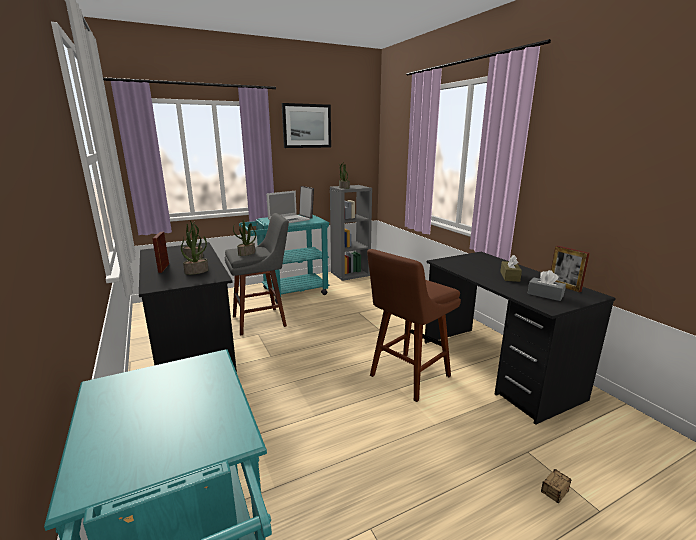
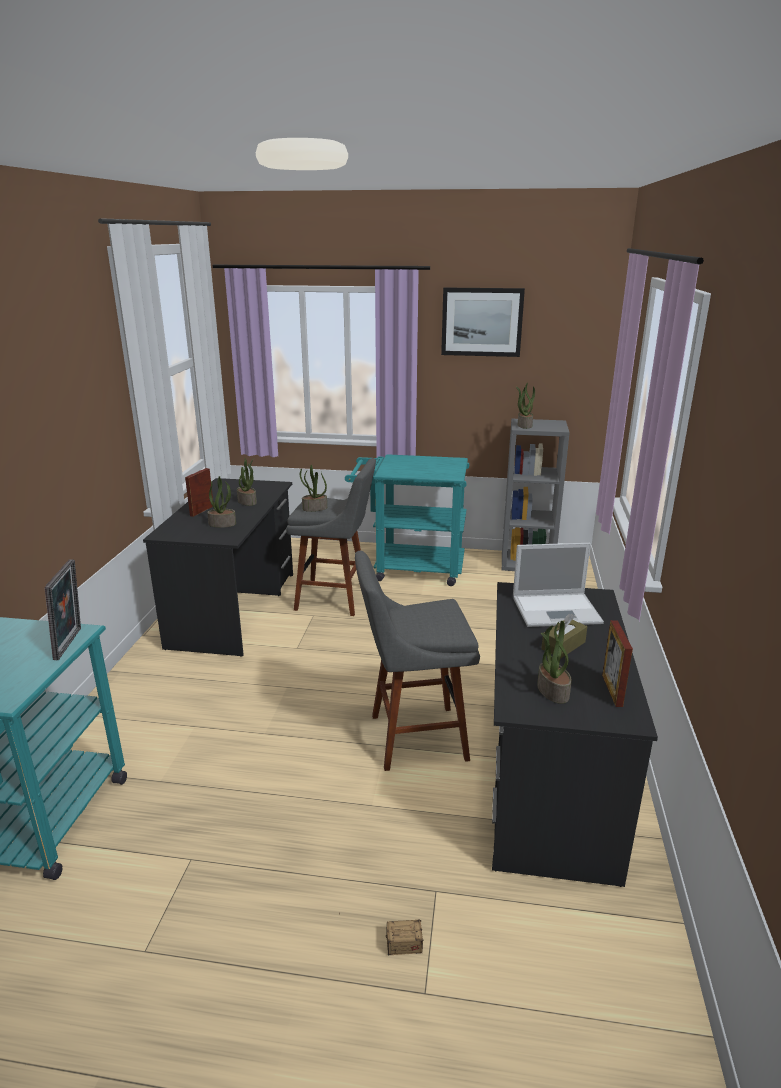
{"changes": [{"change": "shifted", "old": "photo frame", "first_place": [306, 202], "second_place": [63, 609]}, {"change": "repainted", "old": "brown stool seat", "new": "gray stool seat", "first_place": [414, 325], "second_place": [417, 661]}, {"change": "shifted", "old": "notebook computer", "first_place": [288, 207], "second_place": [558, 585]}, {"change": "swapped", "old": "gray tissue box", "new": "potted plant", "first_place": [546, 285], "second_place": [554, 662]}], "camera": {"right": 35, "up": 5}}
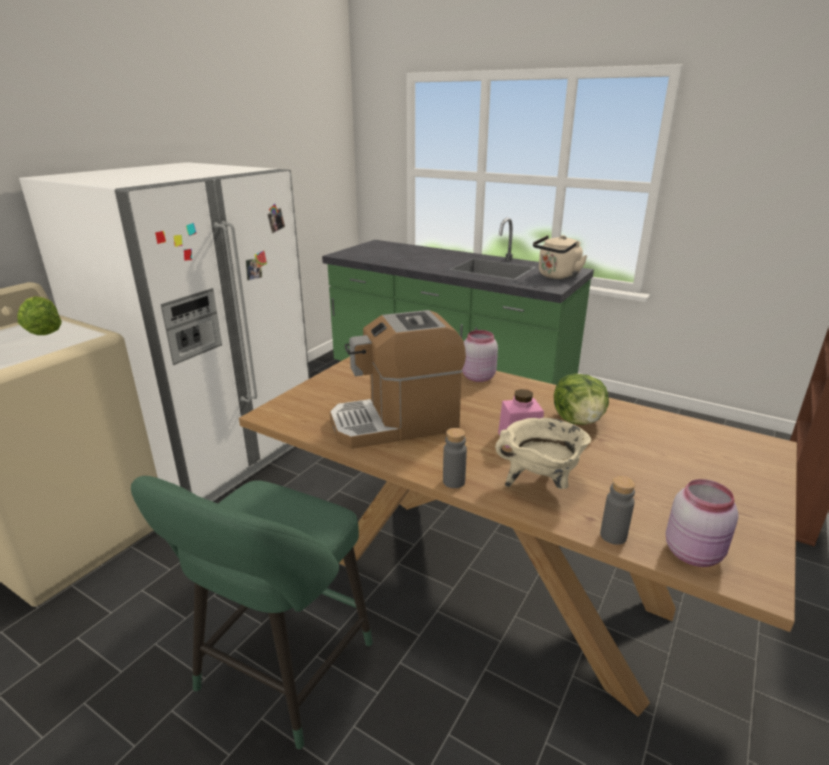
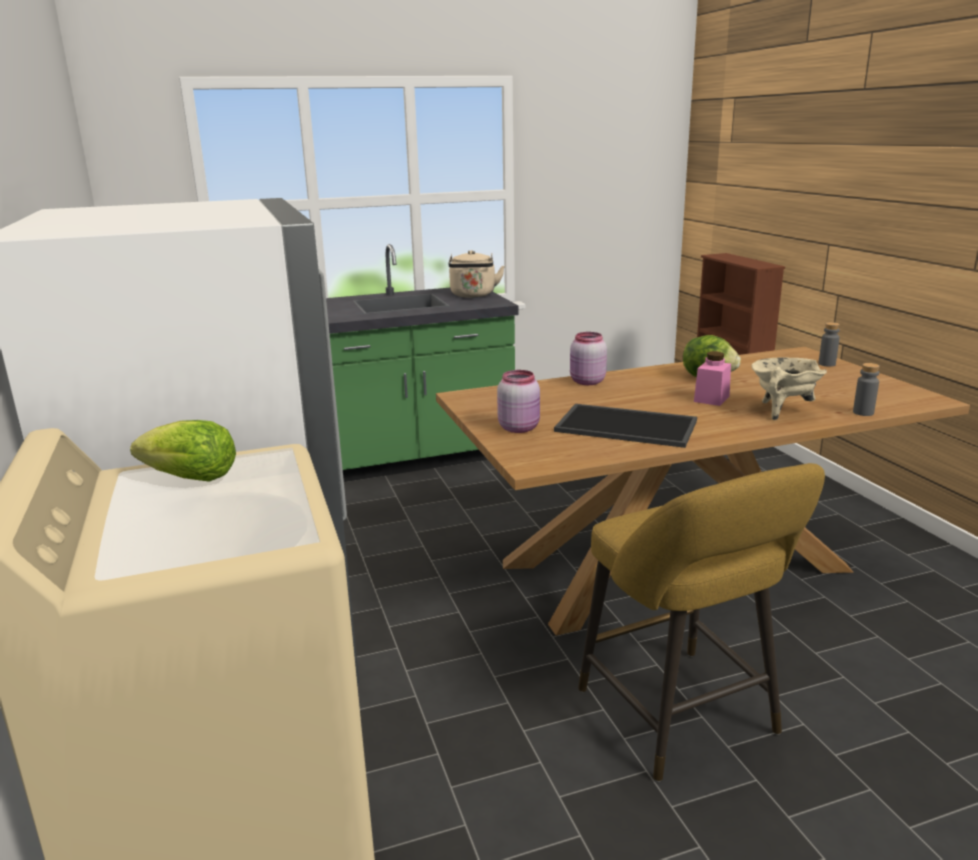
{"changes": [{"change": "shifted", "old": "pink storage jar", "first_place": [702, 523], "second_place": [518, 401]}, {"change": "swapped", "old": "coffee machine", "new": "carrying tray", "first_place": [398, 379], "second_place": [625, 426]}, {"change": "repainted", "old": "green stool seat", "new": "yellow stool seat", "first_place": [252, 612], "second_place": [701, 622]}, {"change": "shifted", "old": "gray beverage bottle", "first_place": [455, 458], "second_place": [829, 344]}], "camera": {"right": -50, "up": -5}}
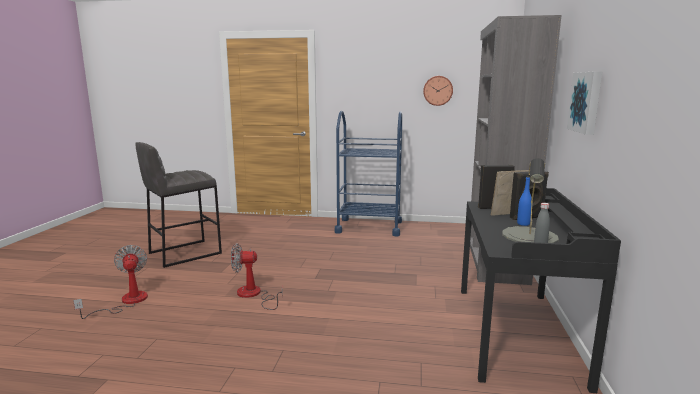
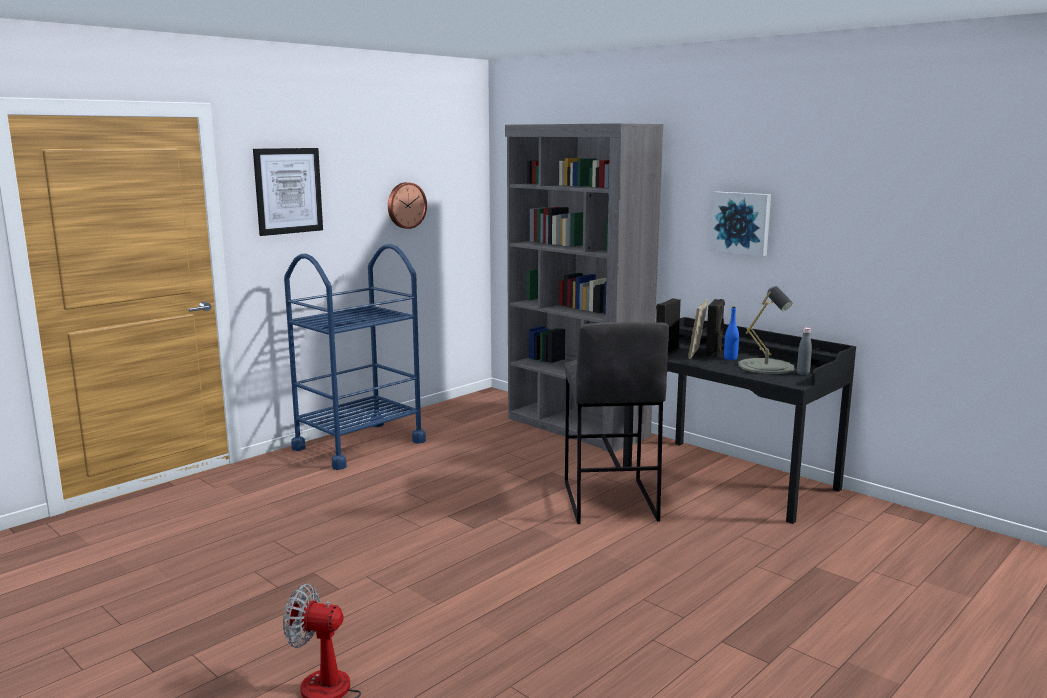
{"changes": [{"change": "new", "new": "picture", "second_place": [288, 192]}, {"change": "shifted", "old": "gray stool seat", "first_place": [178, 205], "second_place": [617, 423]}, {"change": "gone", "old": "cooling fan", "first_place": [257, 276]}], "camera": {"right": -55, "up": 0}}
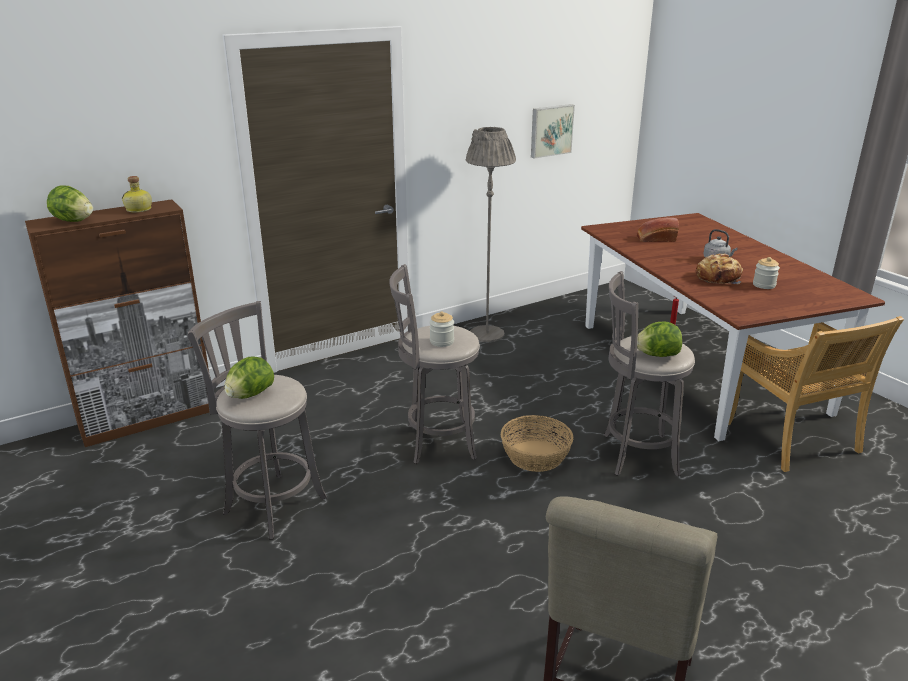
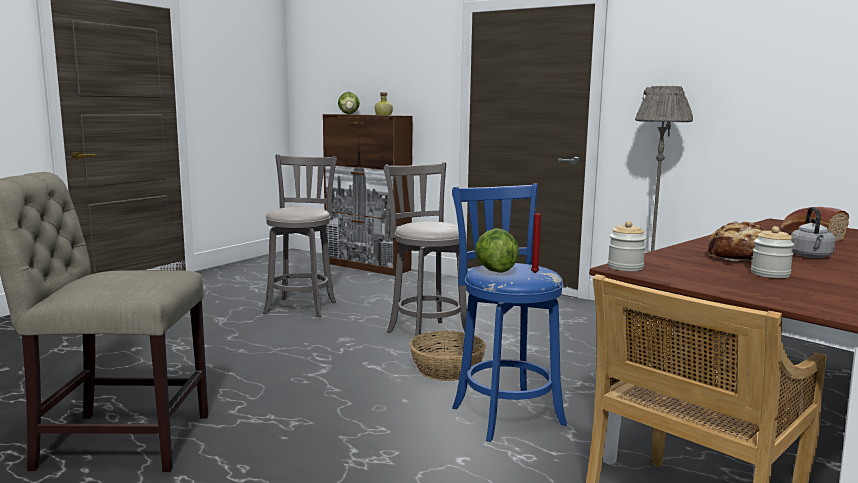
{"changes": [{"change": "repainted", "old": "gray stool seat", "new": "blue stool seat", "first_place": [649, 374], "second_place": [509, 312]}, {"change": "shifted", "old": "storage jar", "first_place": [442, 329], "second_place": [627, 246]}, {"change": "gone", "old": "lettuce", "first_place": [249, 378]}, {"change": "gone", "old": "picture", "first_place": [553, 131]}], "camera": {"right": 65, "up": -15}}
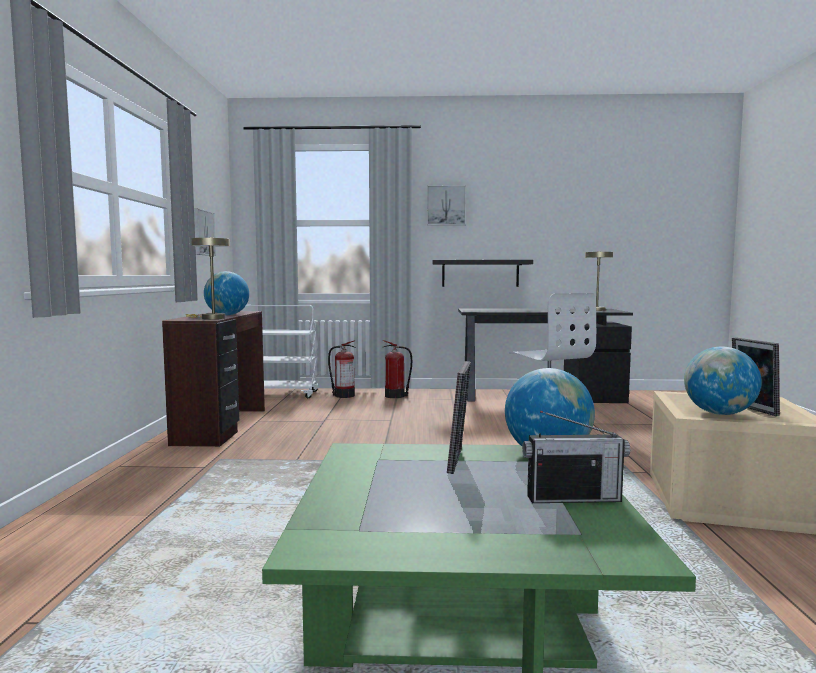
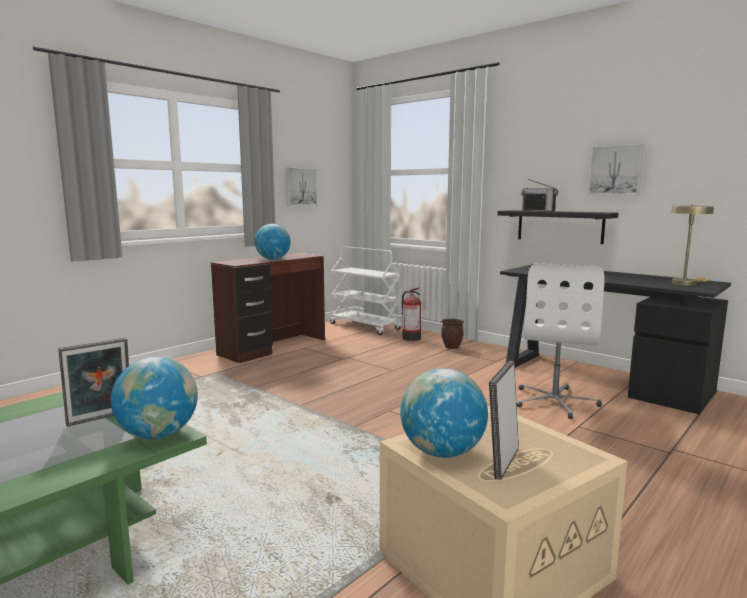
{"changes": [{"change": "swapped", "old": "extinguisher", "new": "brown plant pot", "first_place": [397, 369], "second_place": [452, 333]}, {"change": "shifted", "old": "radio receiver", "first_place": [576, 457], "second_place": [539, 195]}, {"change": "shifted", "old": "picture", "first_place": [446, 205], "second_place": [616, 169]}, {"change": "gone", "old": "beige-coloured tabletop lamp", "first_place": [207, 278]}], "camera": {"right": 40, "up": 5}}
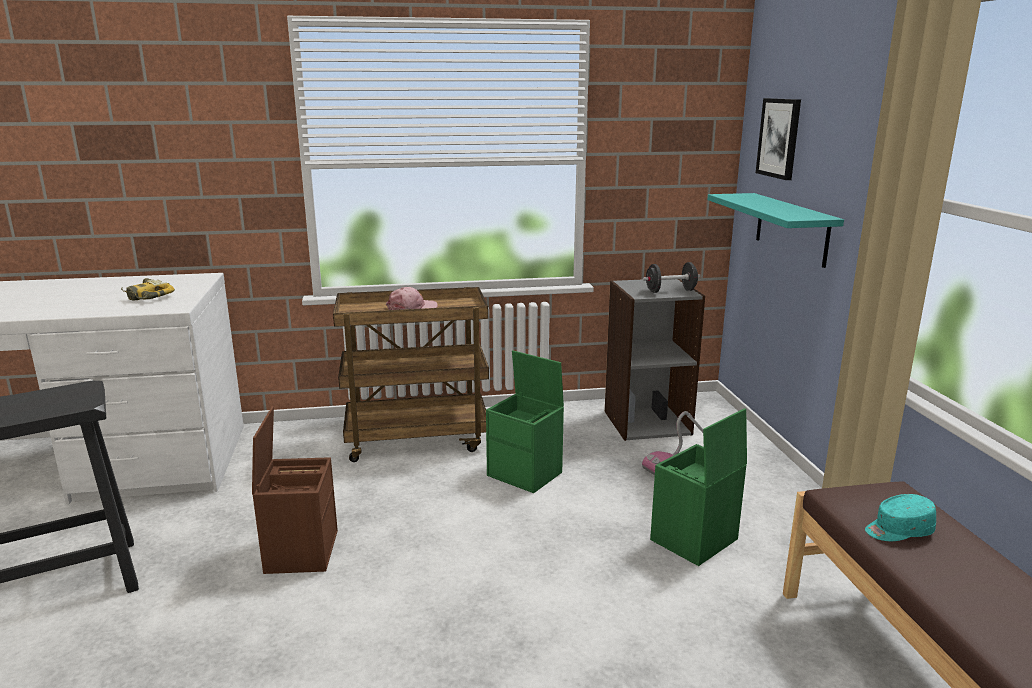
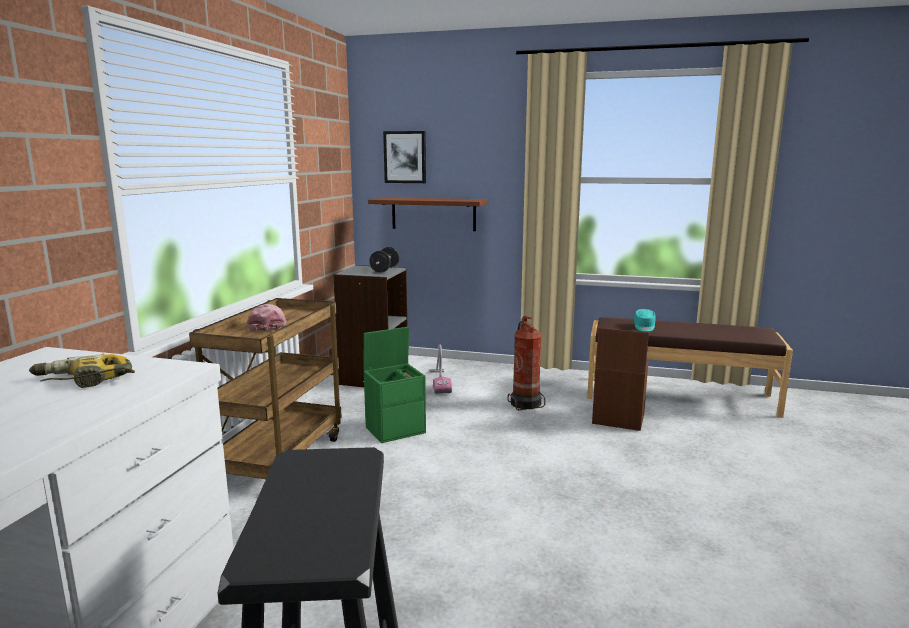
{"changes": [{"change": "repainted", "old": "turquoise-coloured bracket shelf", "new": "brown bracket shelf", "first_place": [775, 230], "second_place": [428, 214]}, {"change": "swapped", "old": "green storage container", "new": "extinguisher", "first_place": [698, 487], "second_place": [526, 363]}, {"change": "shifted", "old": "brown storage container", "first_place": [295, 490], "second_place": [620, 379]}], "camera": {"right": -65, "up": -5}}
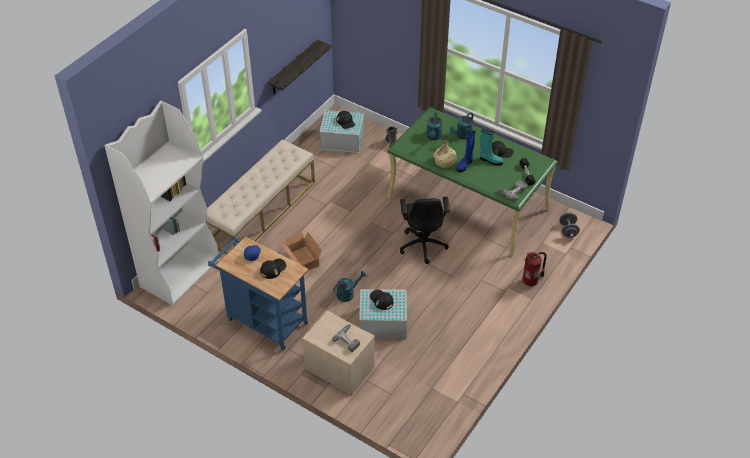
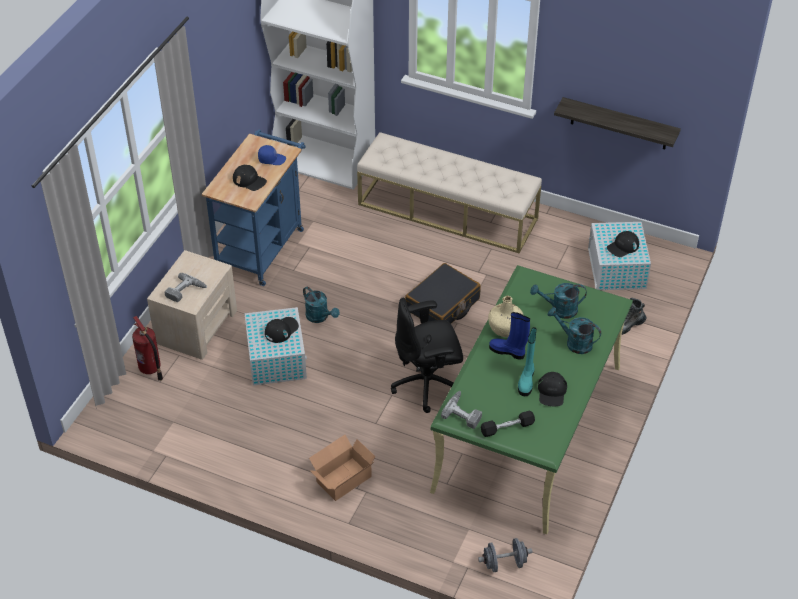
{"changes": [{"change": "shifted", "old": "extinguisher", "first_place": [535, 269], "second_place": [147, 348]}, {"change": "shifted", "old": "packing box", "first_place": [301, 251], "second_place": [342, 468]}, {"change": "new", "new": "black travel case", "second_place": [443, 293]}], "camera": {"right": 80, "up": 0}}
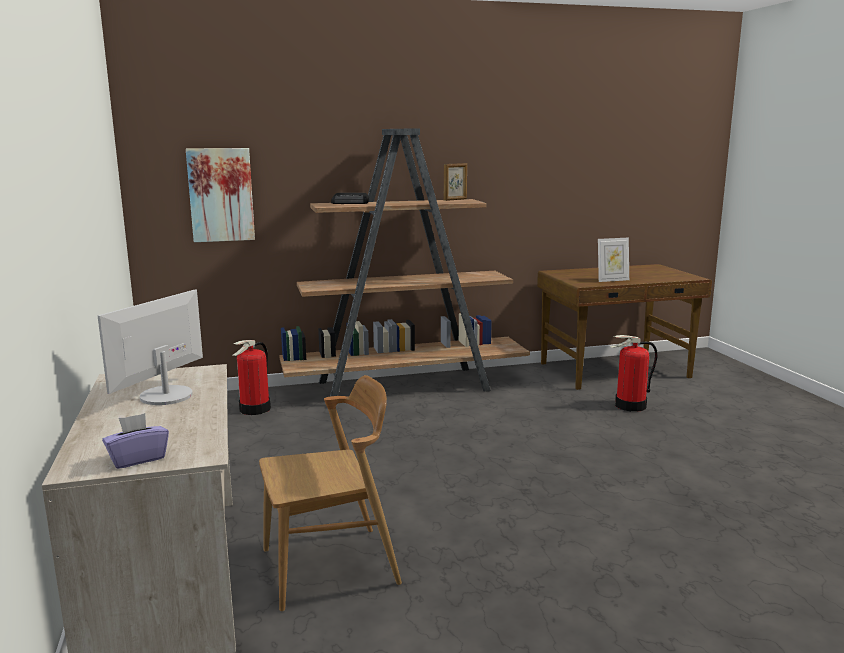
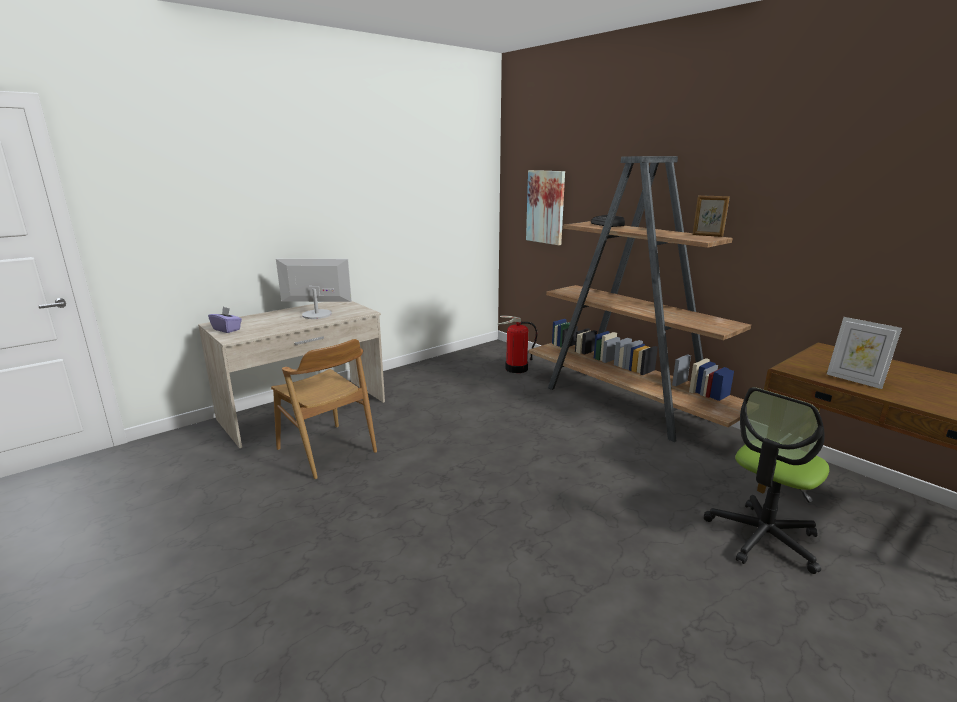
{"changes": [{"change": "swapped", "old": "extinguisher", "new": "computer chair", "first_place": [634, 373], "second_place": [766, 480]}], "camera": {"right": 65, "up": 5}}
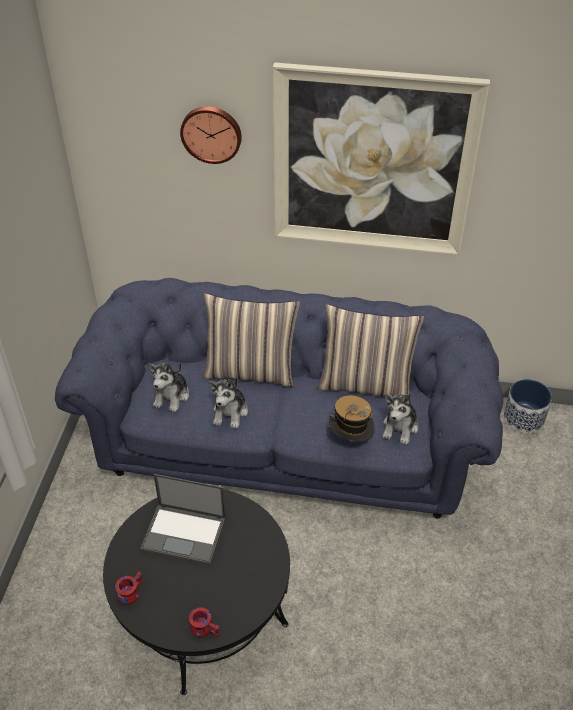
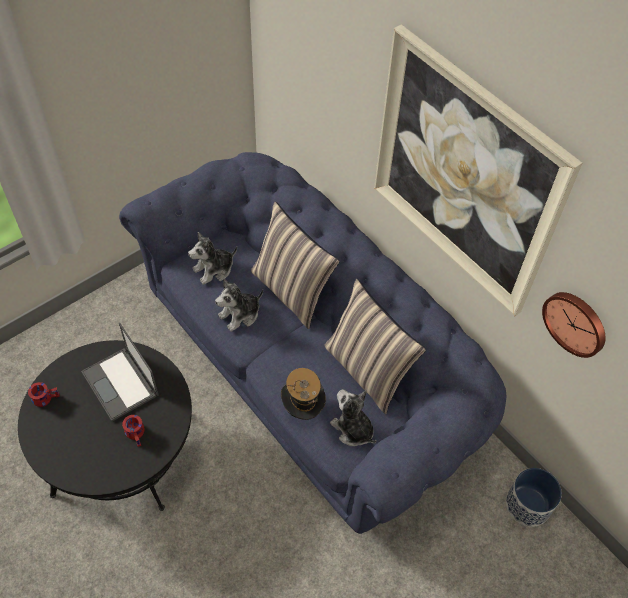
{"changes": [{"change": "shifted", "old": "red-coloured mug", "first_place": [204, 622], "second_place": [133, 431]}, {"change": "rotated", "old": "plush toy", "first_place": [400, 419], "second_place": [353, 417], "degrees": 75}, {"change": "shifted", "old": "clock on the wall", "first_place": [211, 135], "second_place": [574, 325]}], "camera": {"right": 40, "up": 10}}
